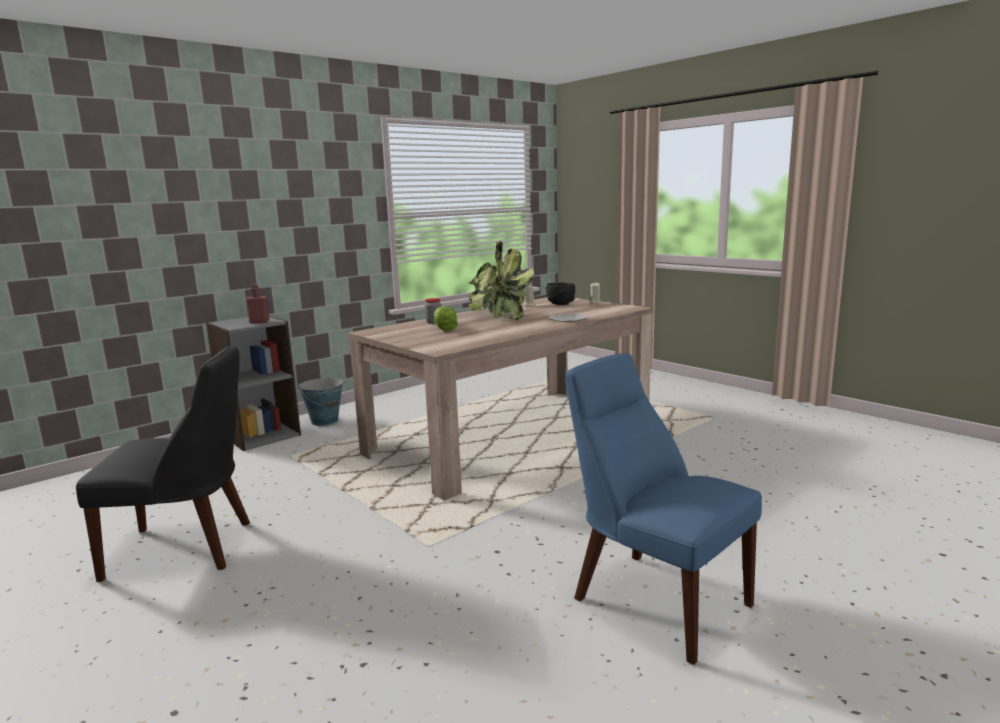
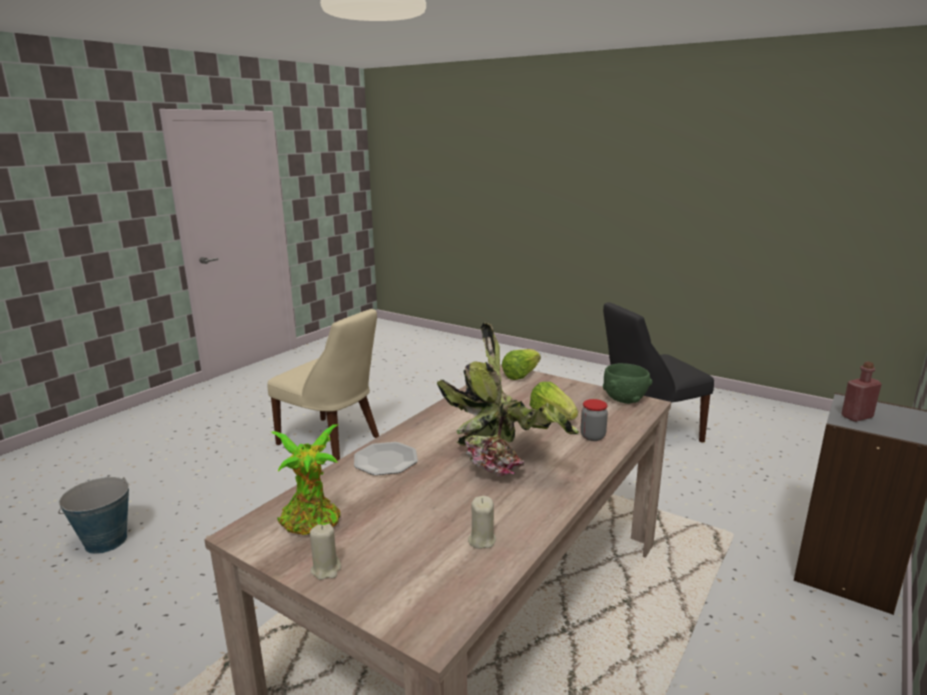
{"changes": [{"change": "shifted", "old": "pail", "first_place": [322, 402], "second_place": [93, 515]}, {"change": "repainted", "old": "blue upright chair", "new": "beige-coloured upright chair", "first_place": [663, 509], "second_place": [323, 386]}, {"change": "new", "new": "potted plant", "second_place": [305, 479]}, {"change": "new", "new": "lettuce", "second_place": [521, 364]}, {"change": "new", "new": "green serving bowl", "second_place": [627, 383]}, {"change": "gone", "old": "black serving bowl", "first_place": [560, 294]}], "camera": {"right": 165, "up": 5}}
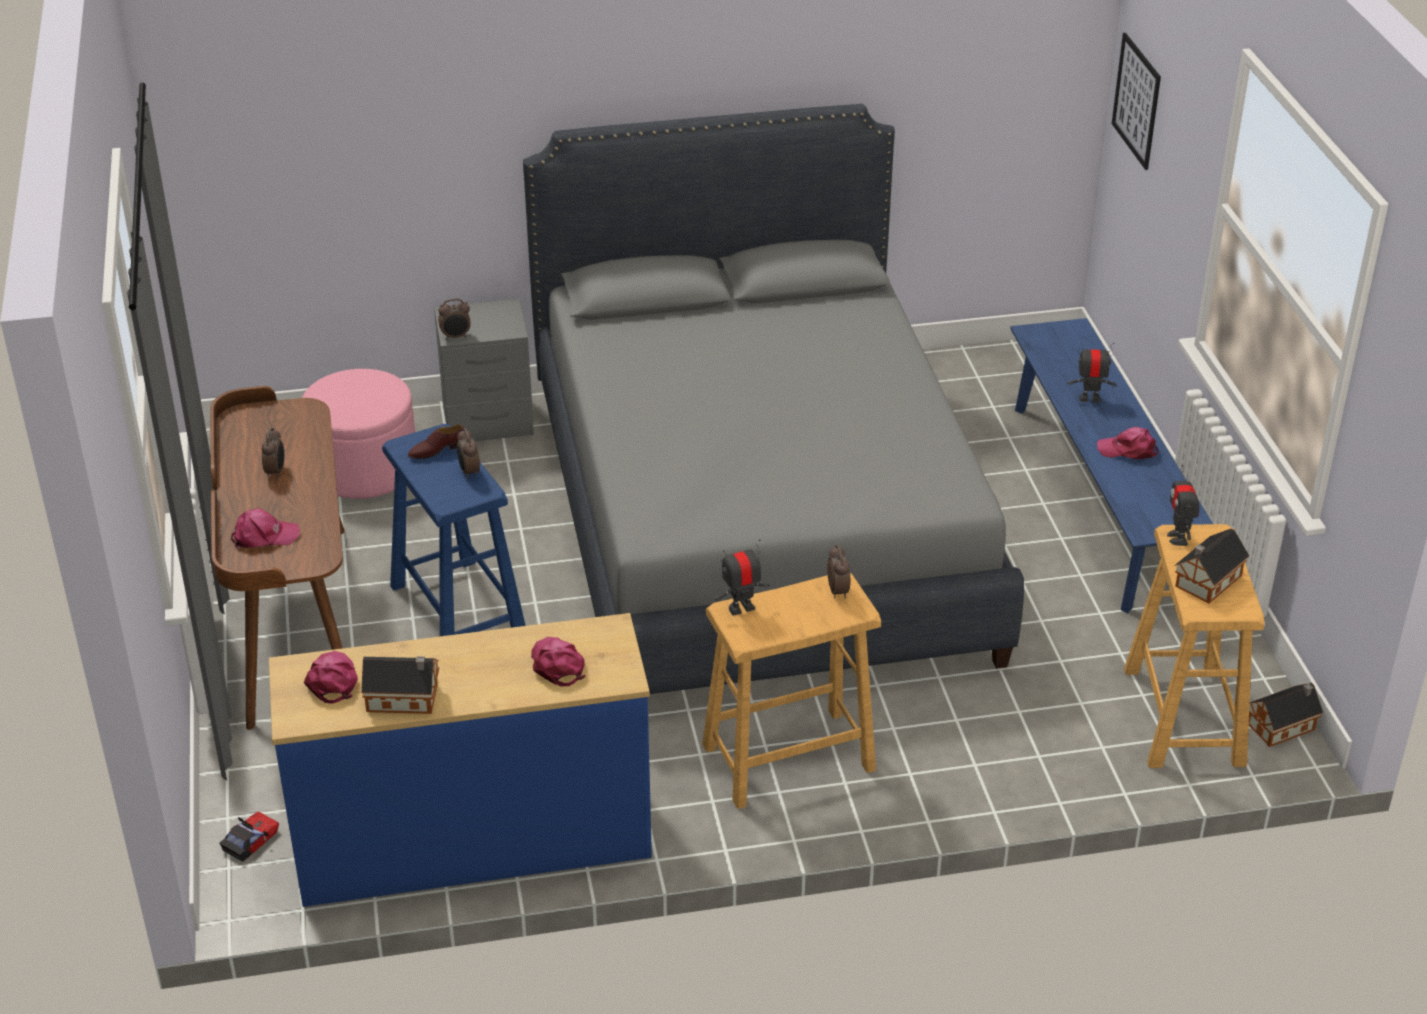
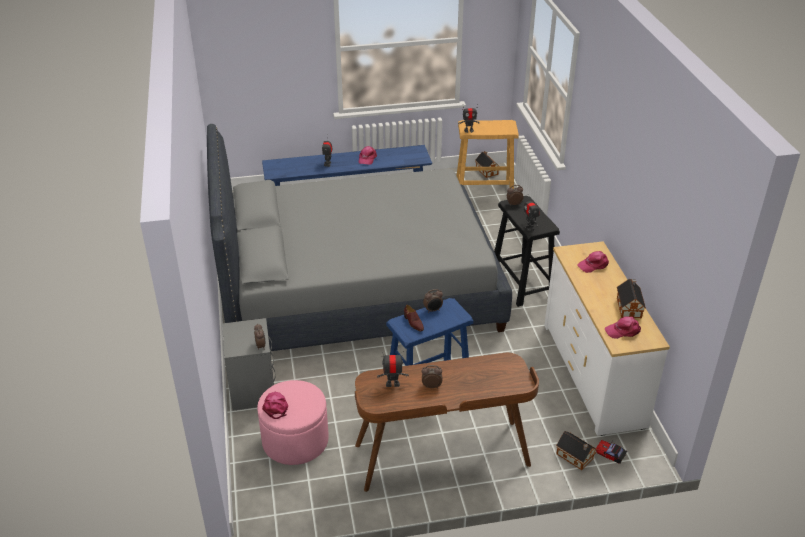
{"changes": [{"change": "shifted", "old": "pink peaked cap", "first_place": [265, 528], "second_place": [275, 405]}, {"change": "new", "new": "toy robot", "second_place": [393, 369]}, {"change": "repainted", "old": "beige-coloured stool seat", "new": "black stool seat", "first_place": [791, 691], "second_place": [527, 251]}, {"change": "repainted", "old": "blue dresser", "new": "whitish dresser", "first_place": [460, 760], "second_place": [607, 338]}, {"change": "shifted", "old": "model house", "first_place": [1211, 566], "second_place": [576, 450]}, {"change": "gone", "old": "picture", "first_place": [1136, 101]}], "camera": {"right": -90, "up": 0}}
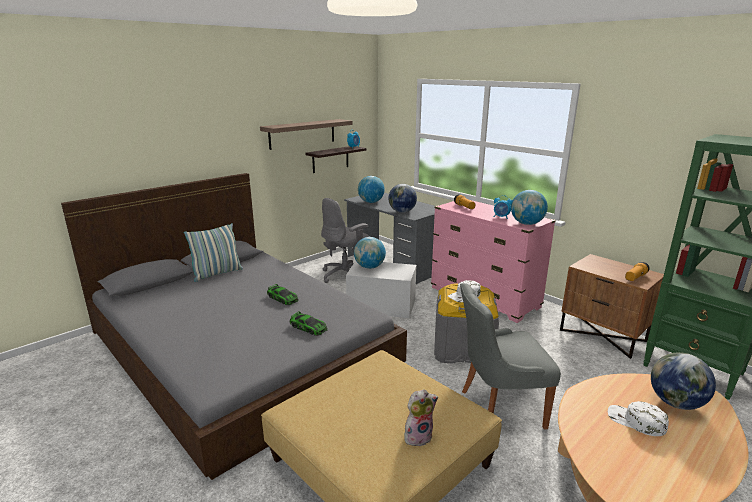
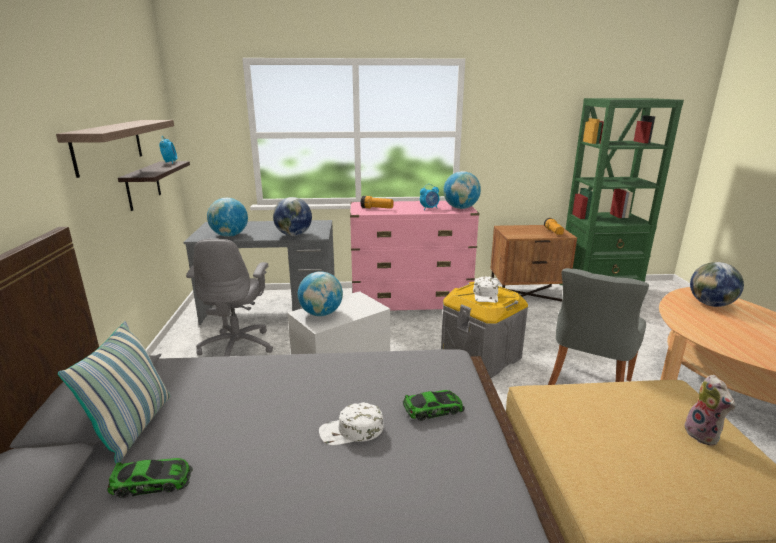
{"changes": [{"change": "shifted", "old": "miniature car", "first_place": [283, 294], "second_place": [150, 478]}, {"change": "shifted", "old": "whitish peaked cap", "first_place": [638, 418], "second_place": [351, 423]}, {"change": "rotated", "old": "plush toy", "first_place": [421, 417], "second_place": [710, 410], "degrees": 150}], "camera": {"right": -50, "up": 0}}
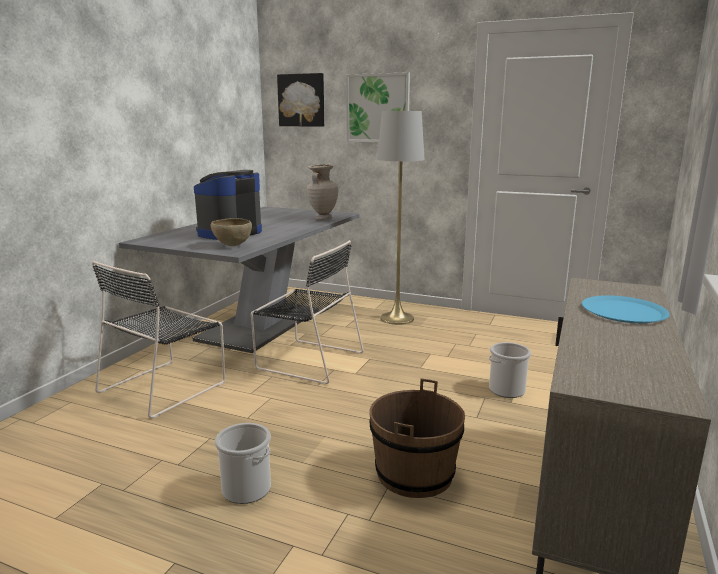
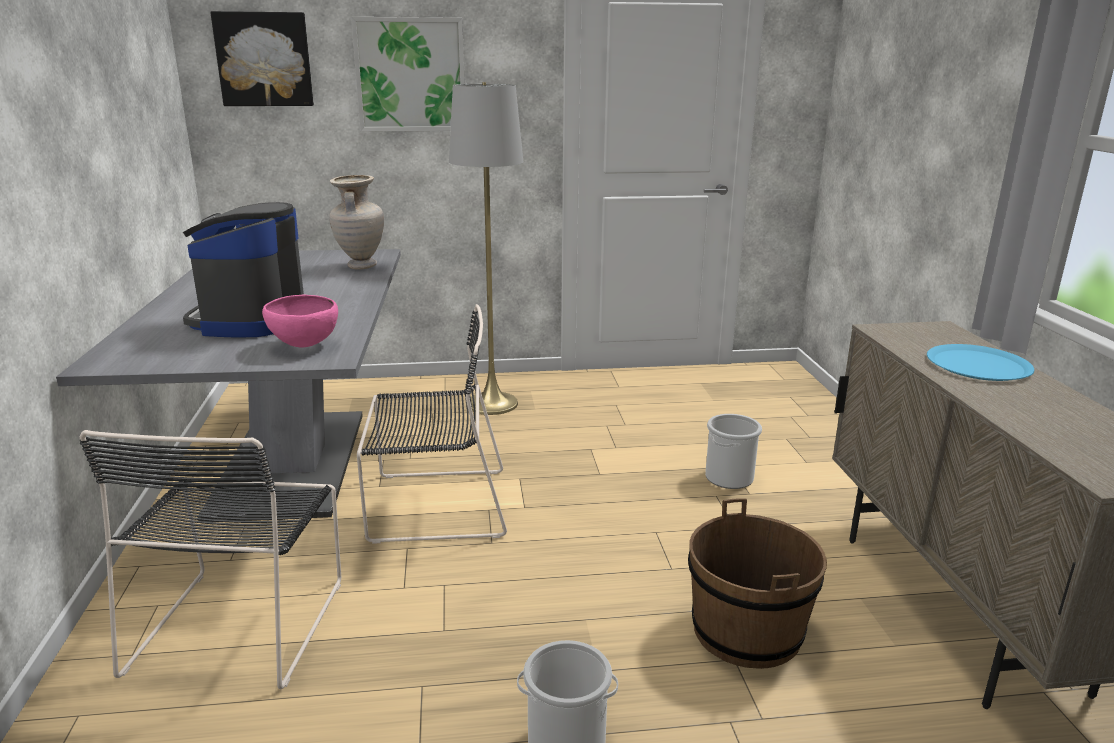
{"changes": [{"change": "repainted", "old": "brown serving bowl", "new": "pink serving bowl", "first_place": [231, 232], "second_place": [300, 321]}], "camera": {"right": -30, "up": 5}}
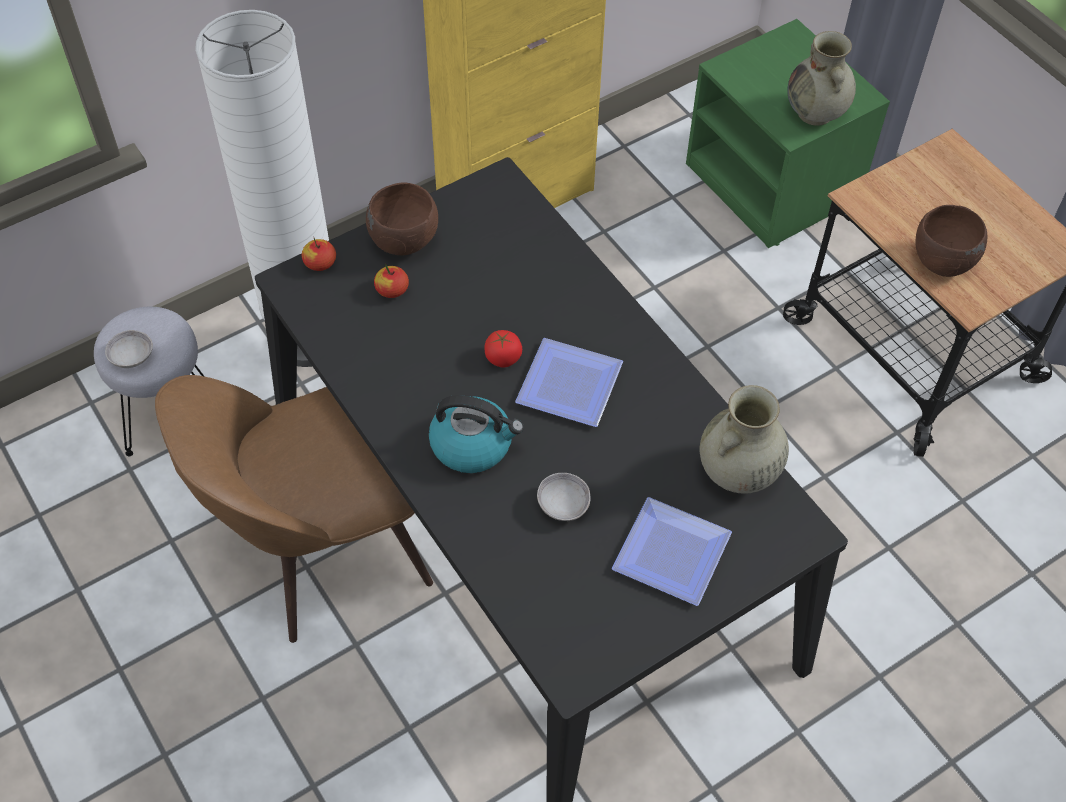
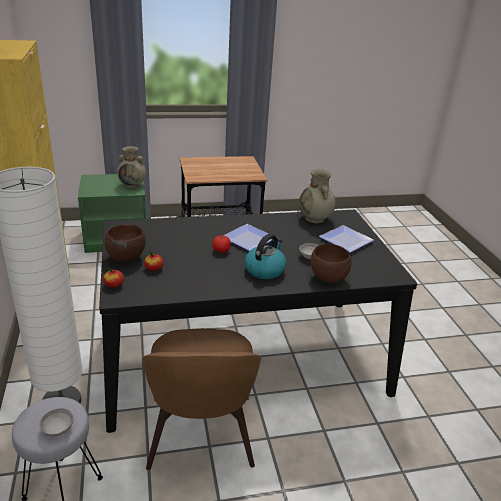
{"changes": [{"change": "shifted", "old": "brown serving bowl", "first_place": [951, 241], "second_place": [330, 263]}], "camera": {"right": -70, "up": -25}}
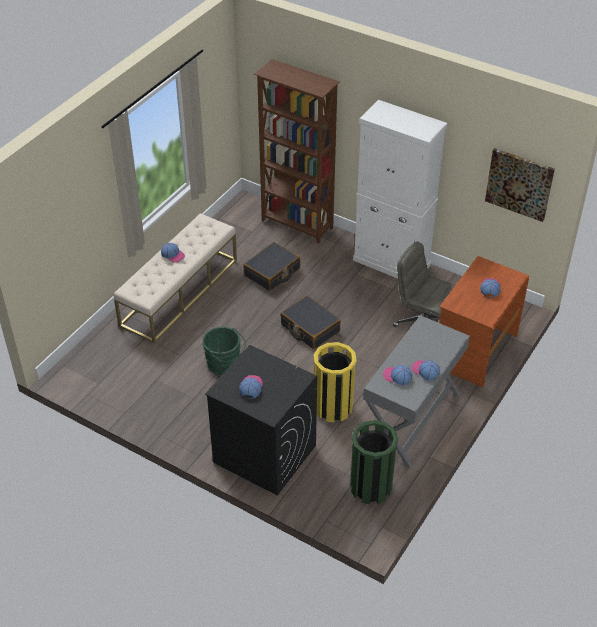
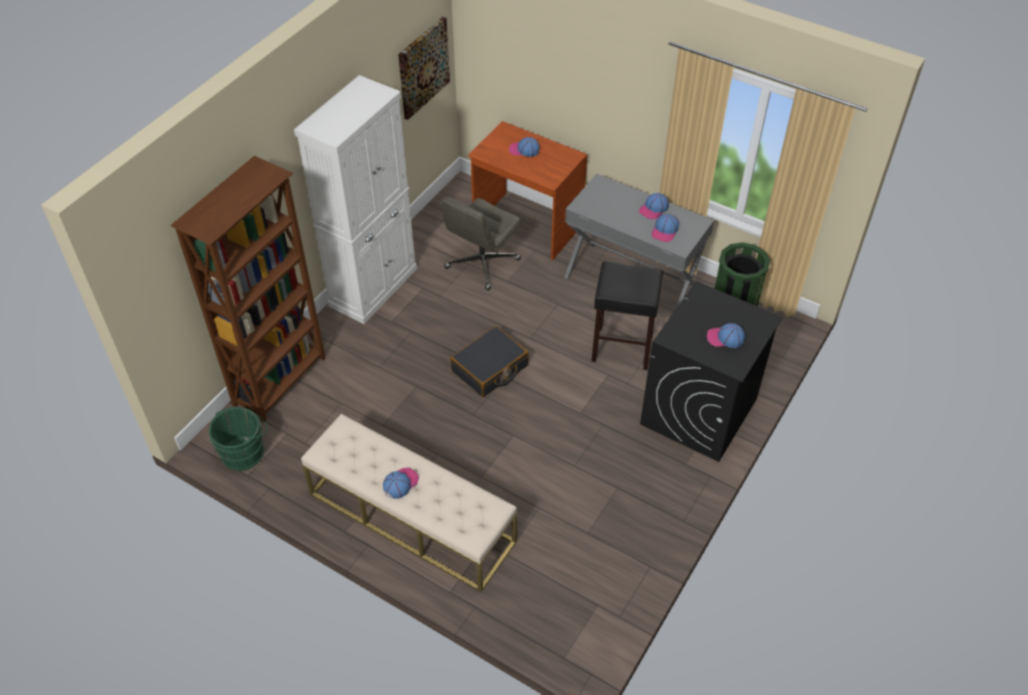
{"changes": [{"change": "shifted", "old": "green pail", "first_place": [224, 351], "second_place": [238, 439]}, {"change": "swapped", "old": "yellow waste bin", "new": "black stool seat", "first_place": [335, 382], "second_place": [627, 315]}, {"change": "gone", "old": "black travel case", "first_place": [271, 266]}], "camera": {"right": -90, "up": 5}}
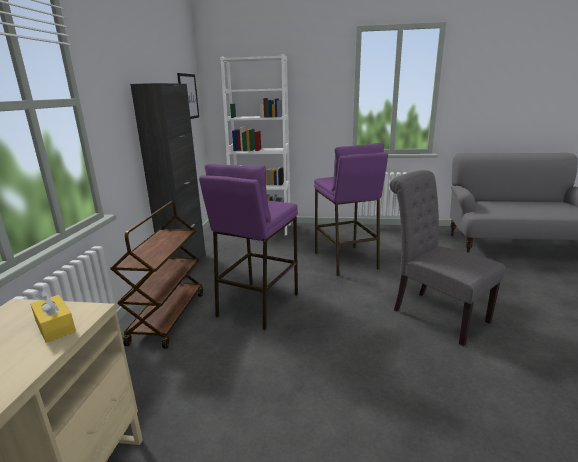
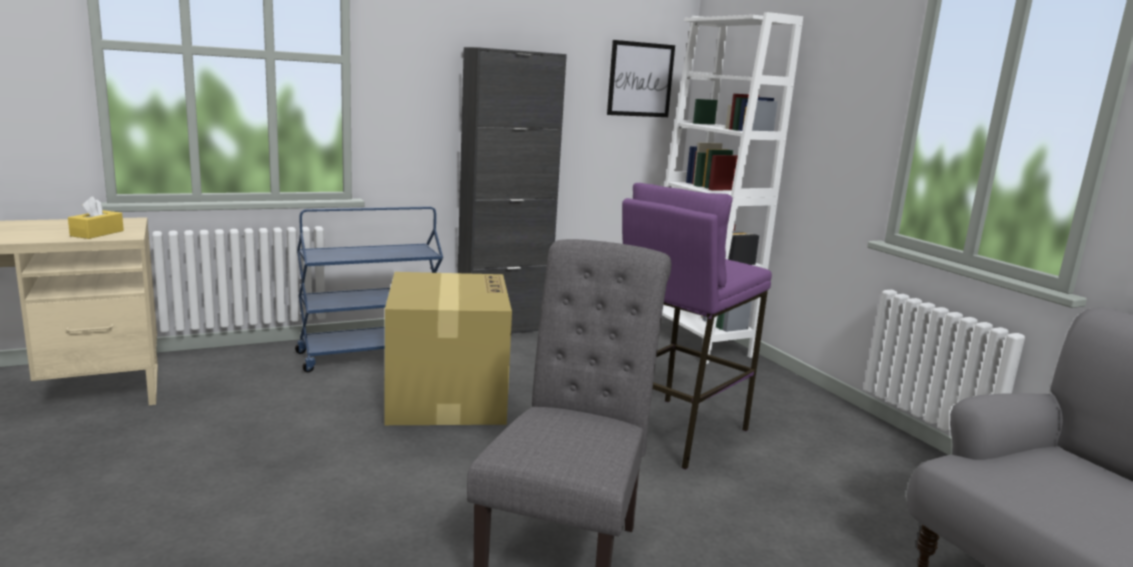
{"changes": [{"change": "repainted", "old": "brown trolley", "new": "blue trolley", "first_place": [156, 275], "second_place": [369, 289]}, {"change": "swapped", "old": "purple stool seat", "new": "packing box", "first_place": [248, 247], "second_place": [448, 348]}], "camera": {"right": 55, "up": -5}}
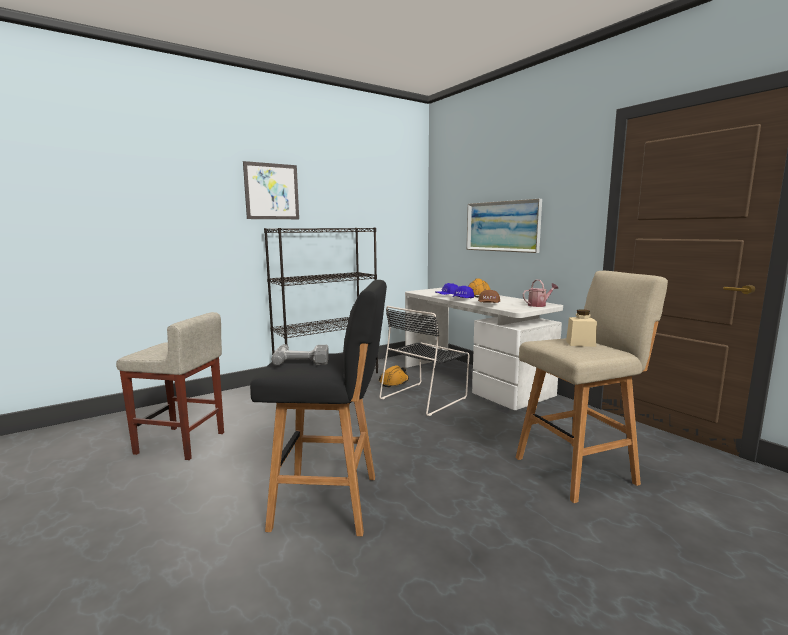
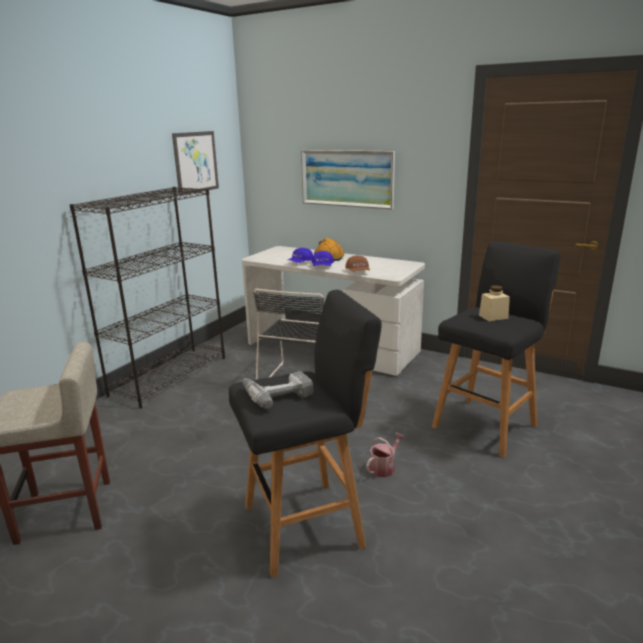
{"changes": [{"change": "shifted", "old": "picture", "first_place": [271, 190], "second_place": [195, 163]}, {"change": "shifted", "old": "watering pot", "first_place": [540, 293], "second_place": [385, 455]}, {"change": "repainted", "old": "beige-coloured stool seat", "new": "black stool seat", "first_place": [592, 387], "second_place": [496, 349]}, {"change": "gone", "old": "orangey safety helmet", "first_place": [394, 376]}], "camera": {"right": -25, "up": 10}}
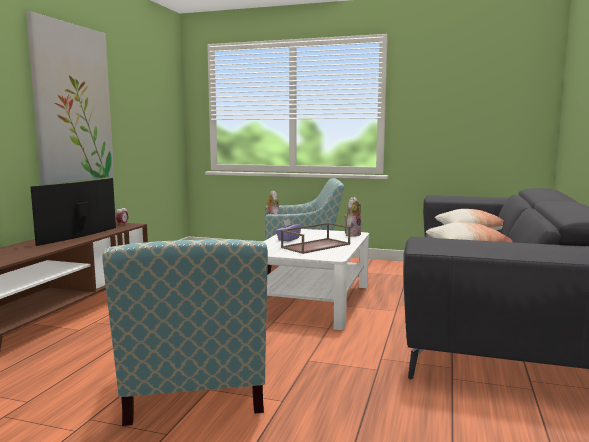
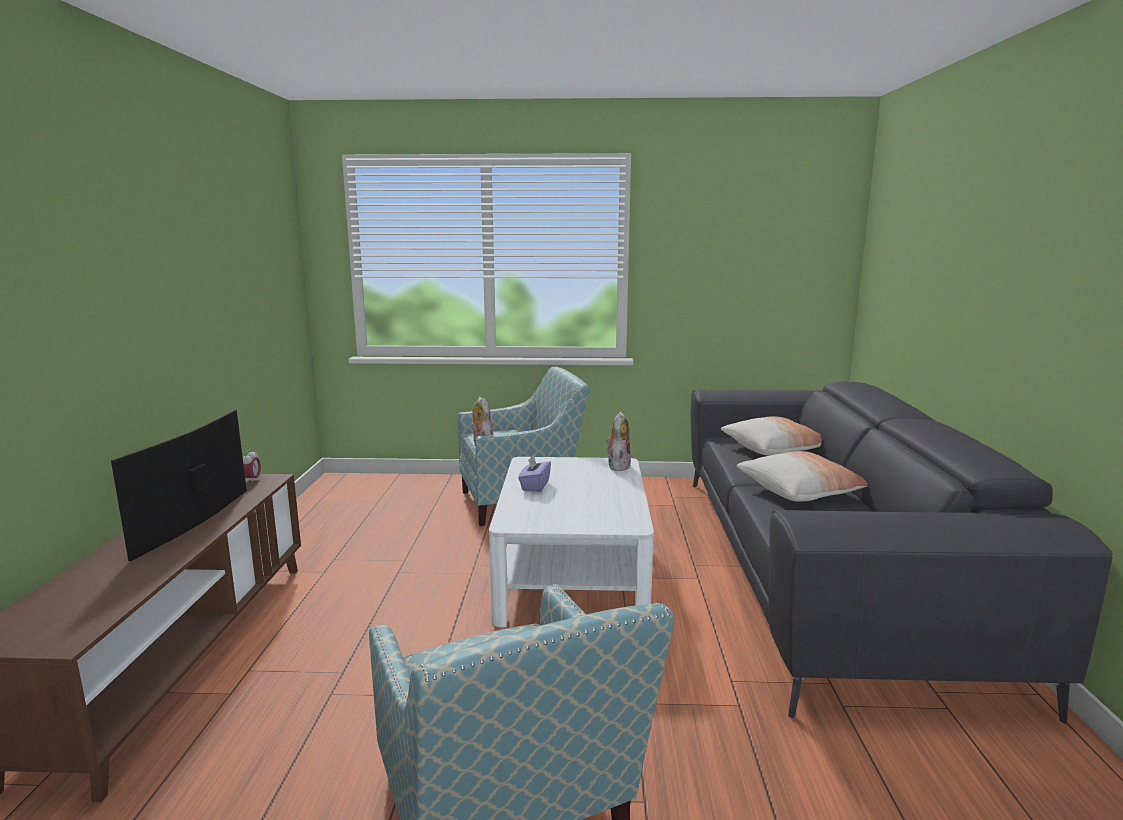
{"changes": [{"change": "gone", "old": "picture", "first_place": [70, 98]}, {"change": "gone", "old": "brown carrying tray", "first_place": [315, 238]}], "camera": {"right": -15, "up": 5}}
